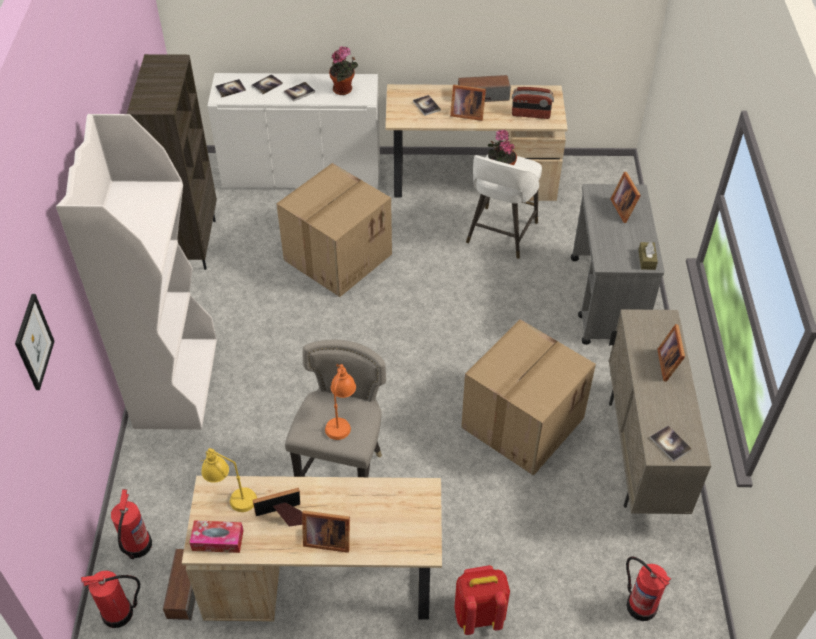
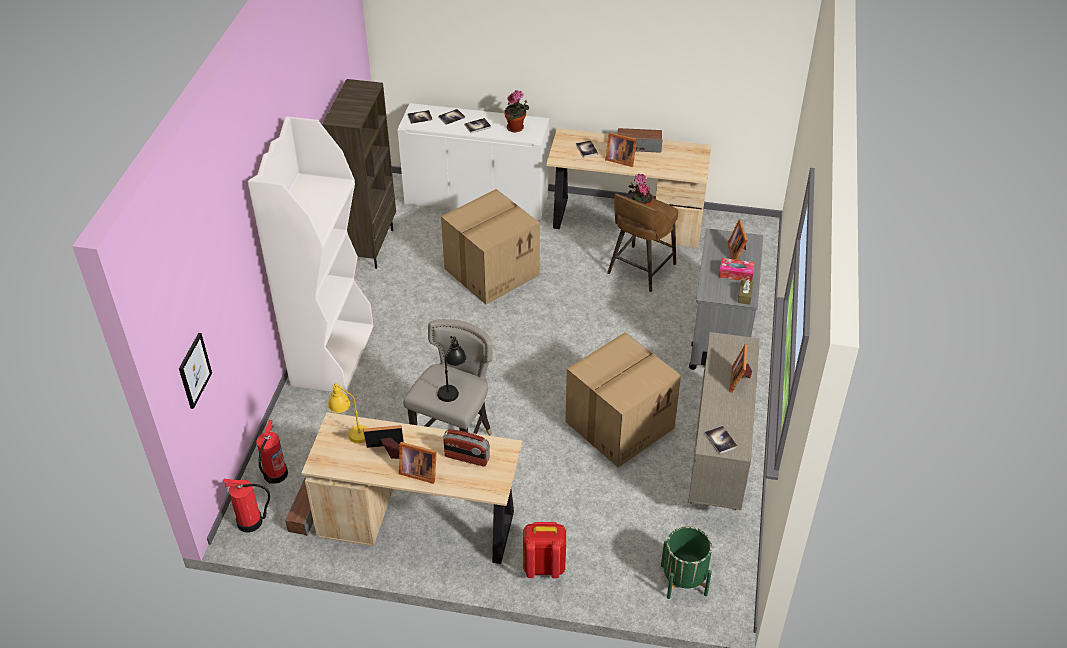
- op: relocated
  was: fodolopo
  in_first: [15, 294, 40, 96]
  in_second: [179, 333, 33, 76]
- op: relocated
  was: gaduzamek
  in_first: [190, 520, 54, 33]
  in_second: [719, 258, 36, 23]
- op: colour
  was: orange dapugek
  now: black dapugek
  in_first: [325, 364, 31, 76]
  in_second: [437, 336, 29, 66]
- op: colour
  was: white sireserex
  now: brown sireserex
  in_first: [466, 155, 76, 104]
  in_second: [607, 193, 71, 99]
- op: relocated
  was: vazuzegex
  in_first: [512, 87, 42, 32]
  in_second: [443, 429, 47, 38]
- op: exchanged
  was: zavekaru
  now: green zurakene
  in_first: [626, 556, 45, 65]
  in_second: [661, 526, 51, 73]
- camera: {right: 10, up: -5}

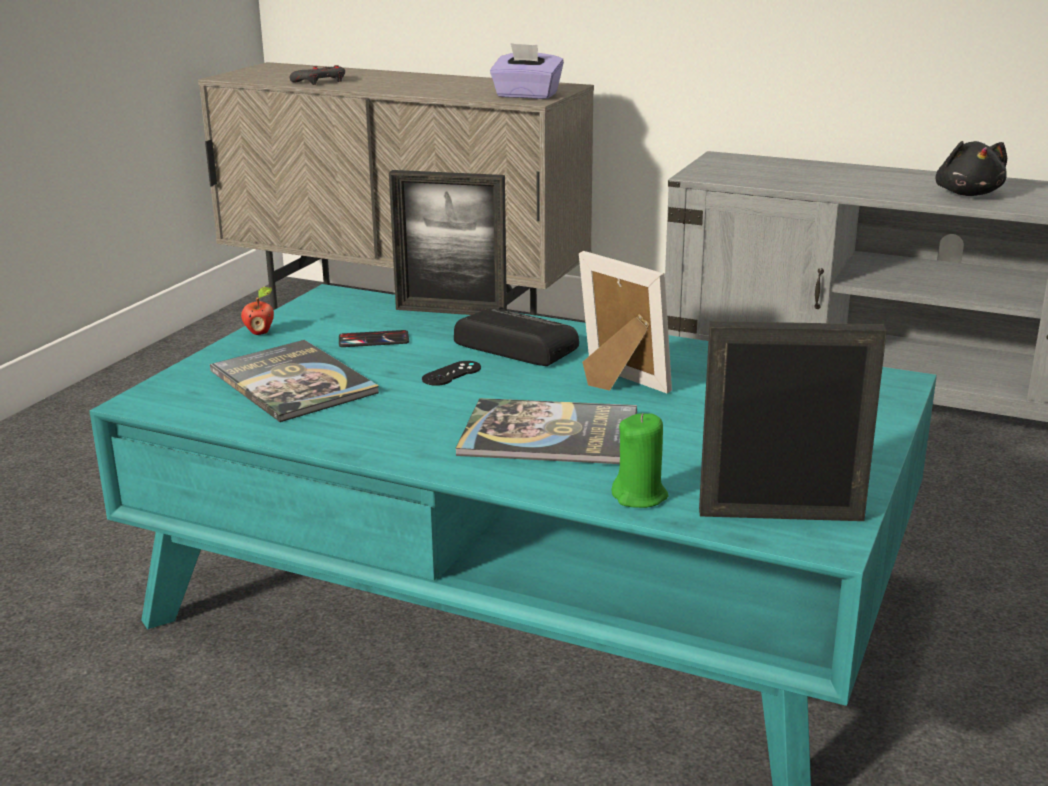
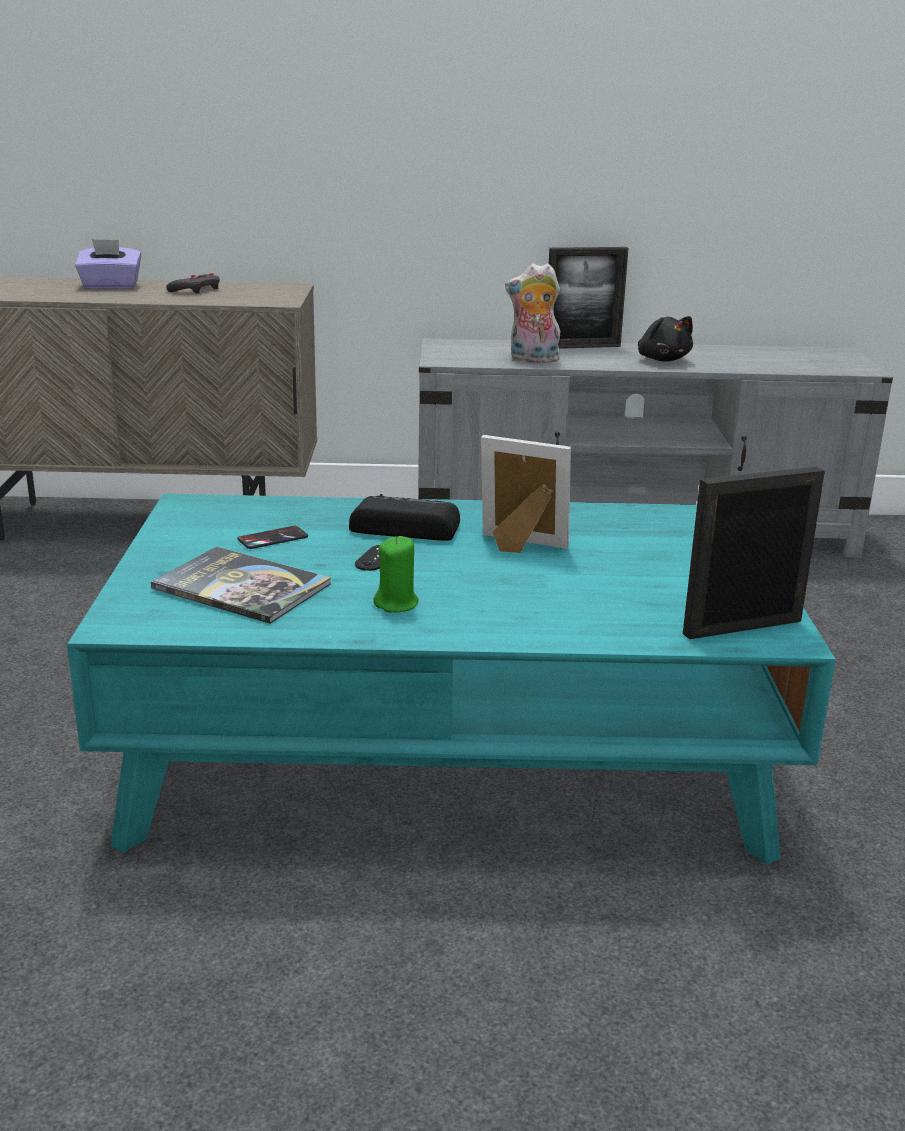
- op: missing
  was: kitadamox
  in_first: [241, 287, 33, 48]
- op: relocated
  was: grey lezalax
  in_first: [290, 65, 55, 20]
  in_second: [166, 273, 54, 21]
- op: relocated
  was: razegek
  in_first: [389, 170, 118, 145]
  in_second: [549, 247, 79, 102]
- op: missing
  was: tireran
  in_first: [456, 398, 181, 66]
- op: relocated
  was: purple gaduzamek
  in_first: [490, 43, 74, 56]
  in_second: [75, 239, 66, 50]
- op: relocated
  was: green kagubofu
  in_first: [611, 413, 58, 95]
  in_second: [373, 536, 46, 77]
- op: appeared
  now: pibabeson
  in_second: [505, 263, 55, 100]
- camera: {right: -25, up: 0}

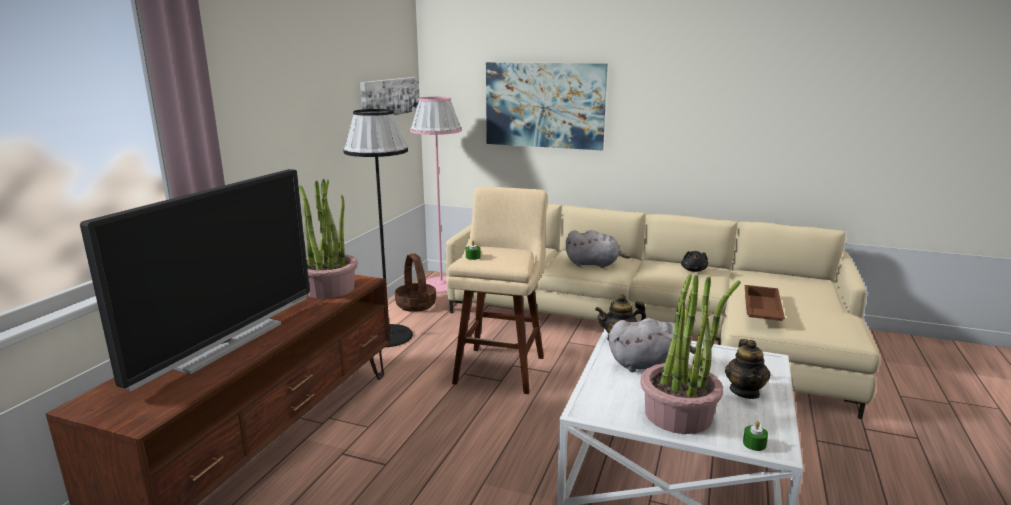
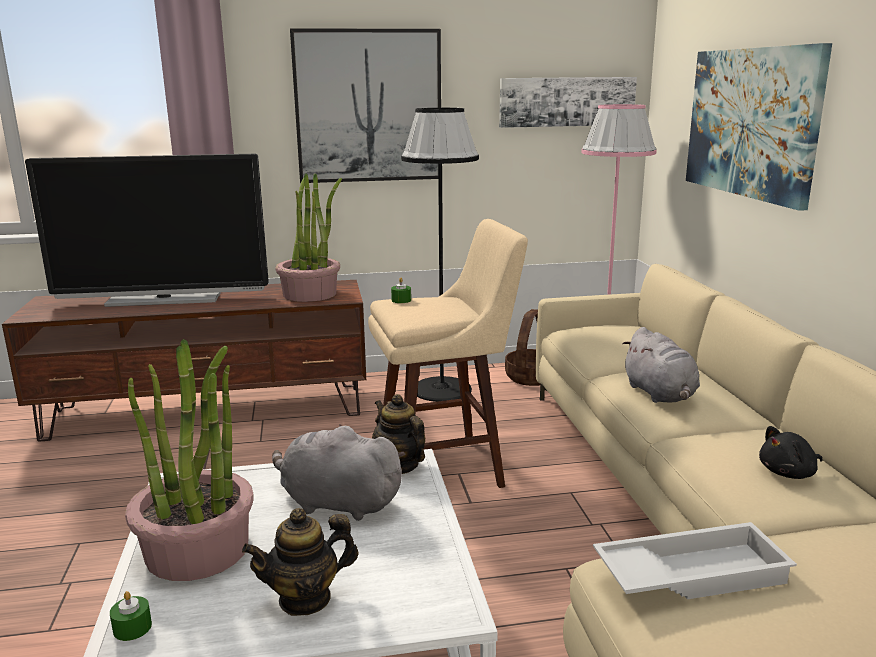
- op: spun
  was: grey pibabeson
  in_first: [609, 318, 93, 54]
  in_second: [272, 425, 133, 96]
  clockwise: 135
- op: colour
  was: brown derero
  now: white derero
  in_first: [745, 285, 40, 36]
  in_second: [593, 522, 204, 77]
- op: appeared
  now: fodolopo
  in_second: [290, 29, 151, 154]
- camera: {right: 60, up: 0}

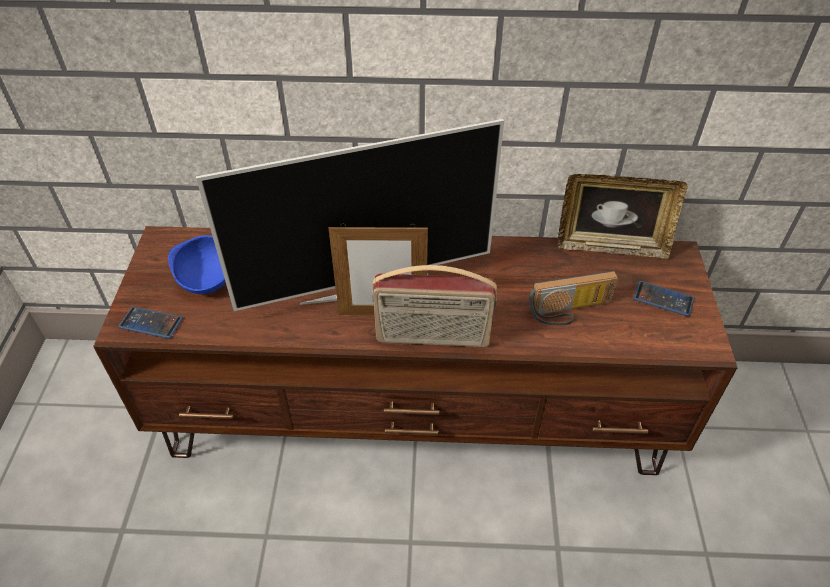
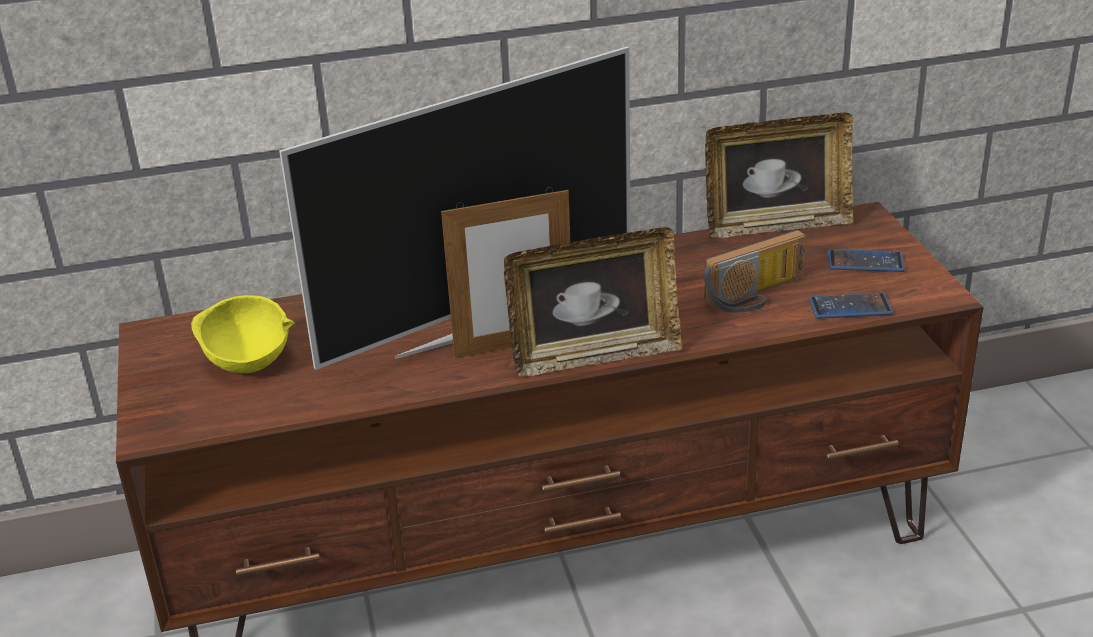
- op: relocated
  was: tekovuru
  in_first: [118, 307, 65, 32]
  in_second: [809, 293, 84, 26]
- op: colour
  was: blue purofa
  now: yellow purofa
  in_first: [168, 235, 58, 59]
  in_second: [191, 295, 104, 78]
- op: exchanged
  was: vazuzegex
  now: razegek
  in_first: [372, 265, 125, 82]
  in_second: [504, 227, 178, 150]
- camera: {right: -15, up: -15}

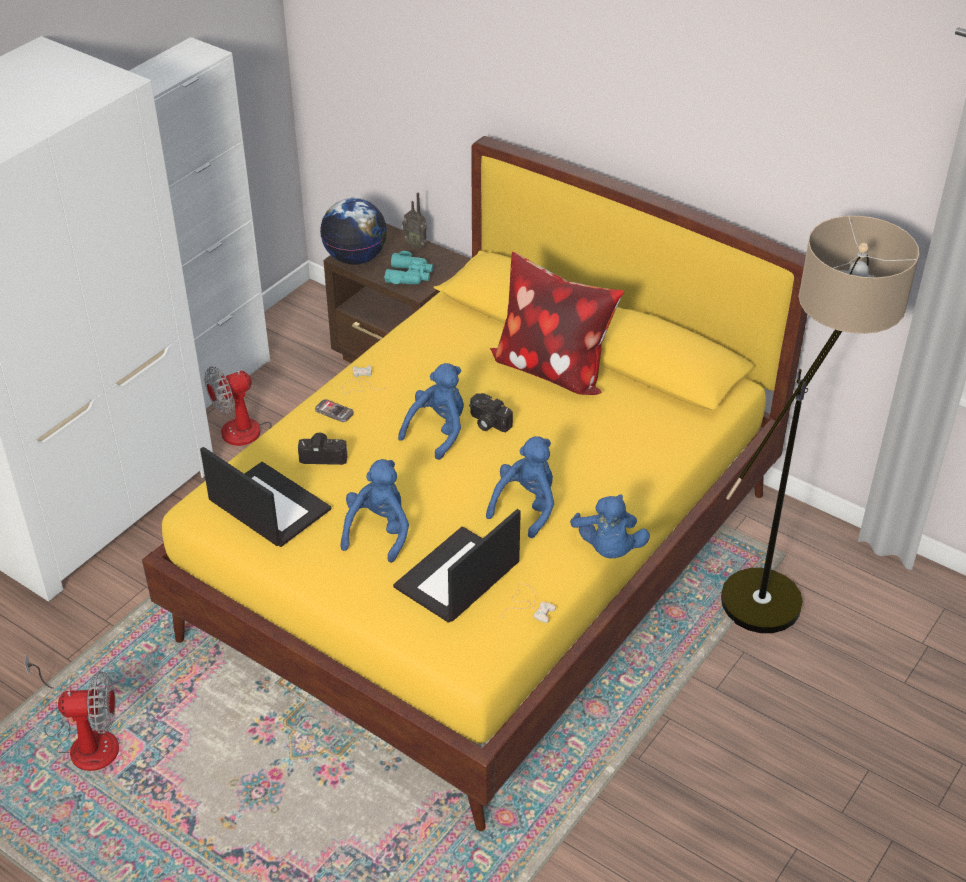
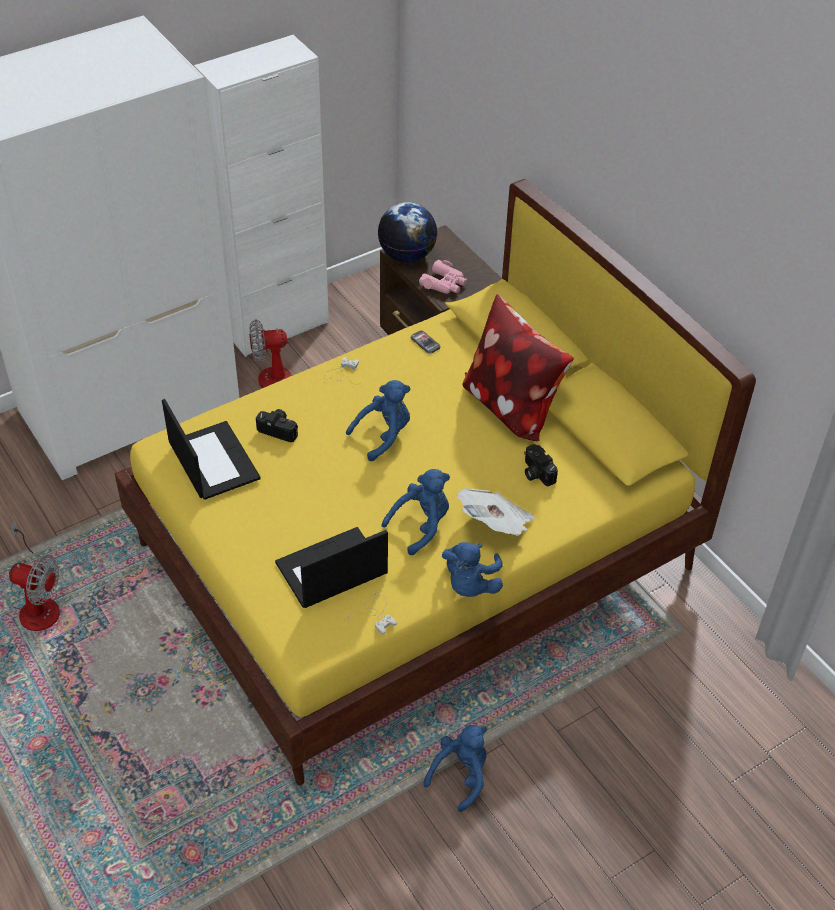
- op: relocated
  was: tekovuru
  in_first: [315, 399, 39, 23]
  in_second: [411, 331, 30, 23]
- op: relocated
  was: blue pibabeson
  in_first: [341, 459, 68, 104]
  in_second: [423, 725, 64, 87]
- op: colour
  was: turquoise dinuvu
  now: pink dinuvu
  in_first: [384, 251, 49, 33]
  in_second: [419, 260, 48, 34]
- op: missing
  was: vazuzegex
  in_first: [402, 193, 25, 56]
- op: relocated
  was: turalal
  in_first: [469, 393, 44, 39]
  in_second: [524, 444, 34, 42]
- op: missing
  was: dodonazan
  in_first: [721, 216, 198, 417]
- op: appeared
  now: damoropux
  in_second: [458, 488, 77, 48]
- camera: {right: 20, up: 5}

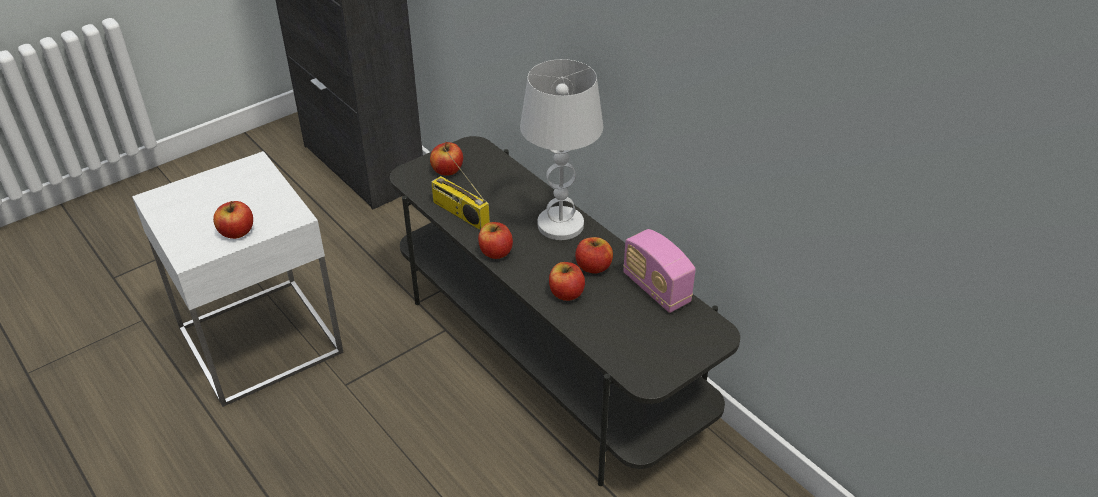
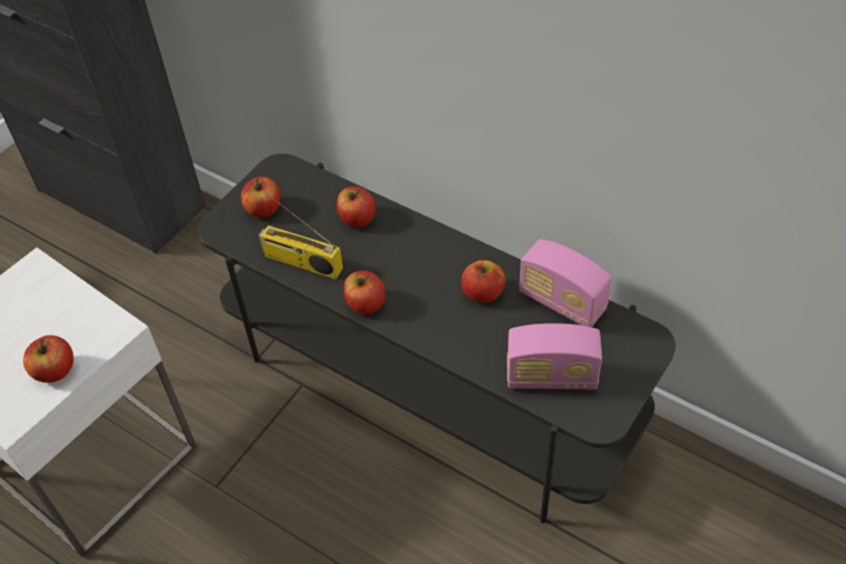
- op: missing
  was: white dapugek
  in_first: [520, 59, 83, 181]
- op: relocated
  was: kitadamox
  in_first: [549, 262, 36, 39]
  in_second: [337, 186, 39, 41]
- op: appeared
  now: vazuzegex
  in_second: [507, 323, 95, 66]
- camera: {right: -15, up: 10}

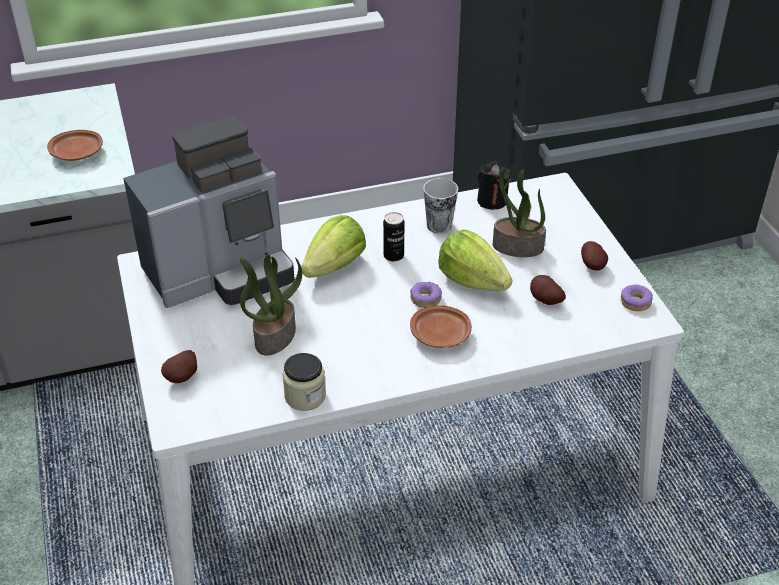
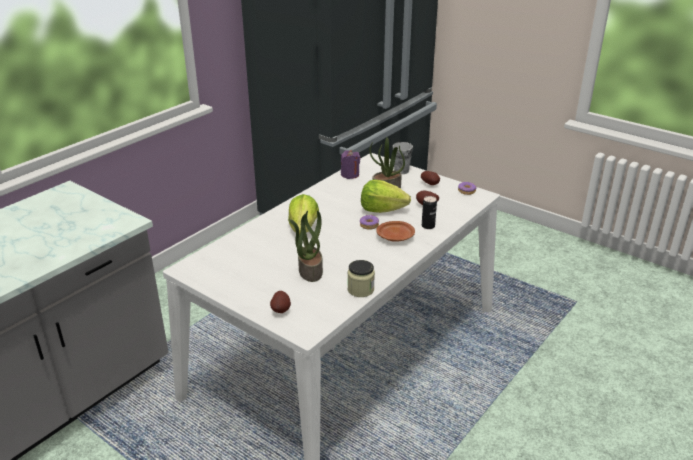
- op: missing
  was: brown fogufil
  in_first: [47, 130, 56, 31]
- op: missing
  was: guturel
  in_first: [123, 116, 171, 192]
- op: relocated
  was: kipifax
  in_first: [383, 212, 21, 50]
  in_second: [422, 196, 15, 33]
- op: relocated
  was: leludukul
  in_first: [423, 178, 35, 56]
  in_second: [393, 142, 20, 32]
- op: colour
  was: black kagubofu
  now: purple kagubofu
  in_first: [477, 161, 34, 49]
  in_second: [341, 150, 20, 29]
- camera: {right: -35, up: -10}

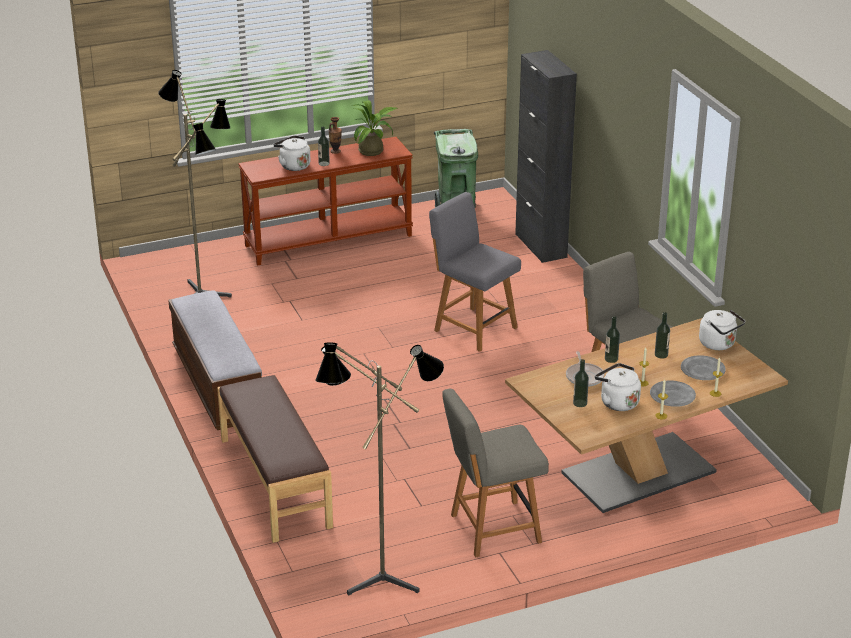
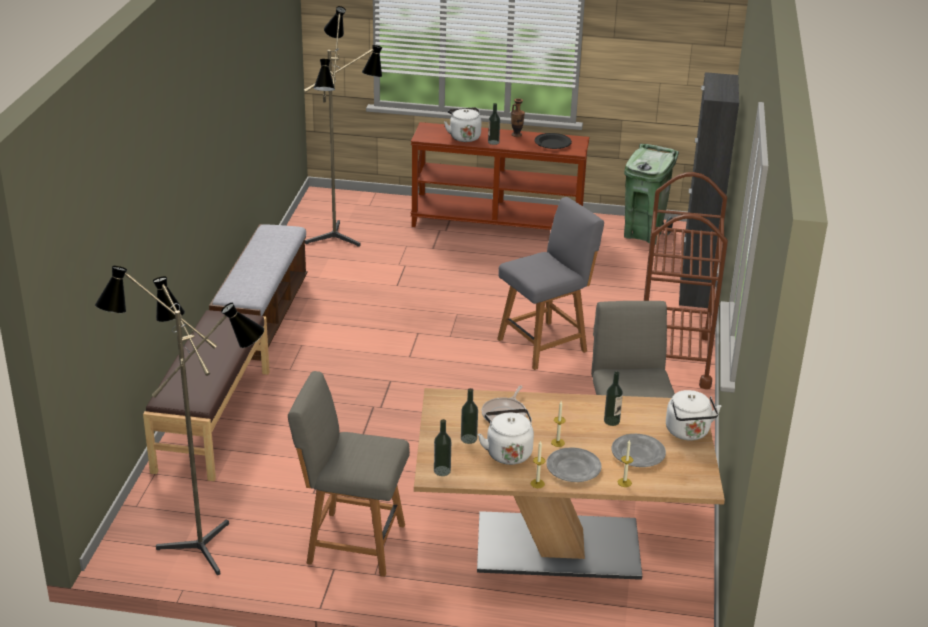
- op: exchanged
  was: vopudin
  now: black fogufil
  in_first: [353, 100, 44, 56]
  in_second: [534, 133, 38, 16]
- op: spun
  was: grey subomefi
  in_first: [429, 192, 92, 160]
  in_second: [497, 197, 107, 173]
  clockwise: 75
- op: relocated
  was: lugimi
  in_first: [605, 316, 15, 47]
  in_second: [434, 419, 17, 57]
- op: appeared
  now: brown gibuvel
  in_second: [644, 172, 84, 217]
- camera: {right: 30, up: 0}

